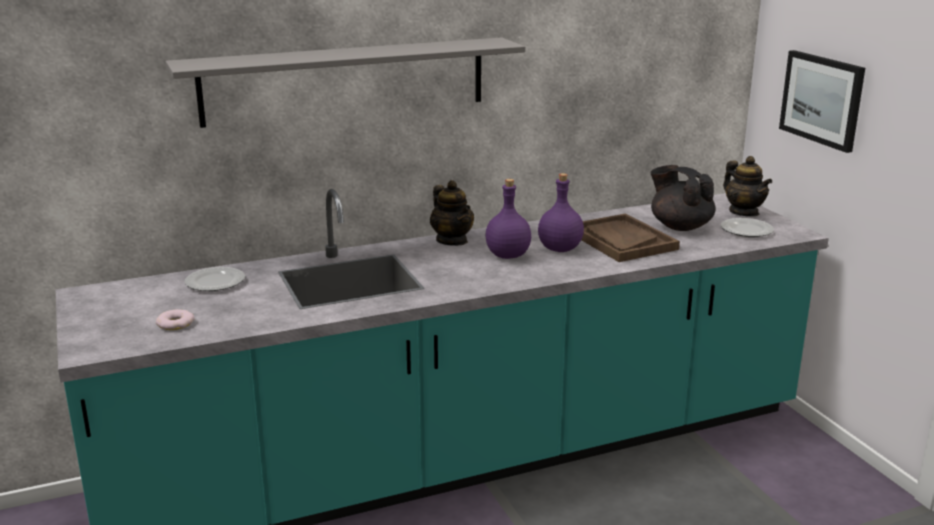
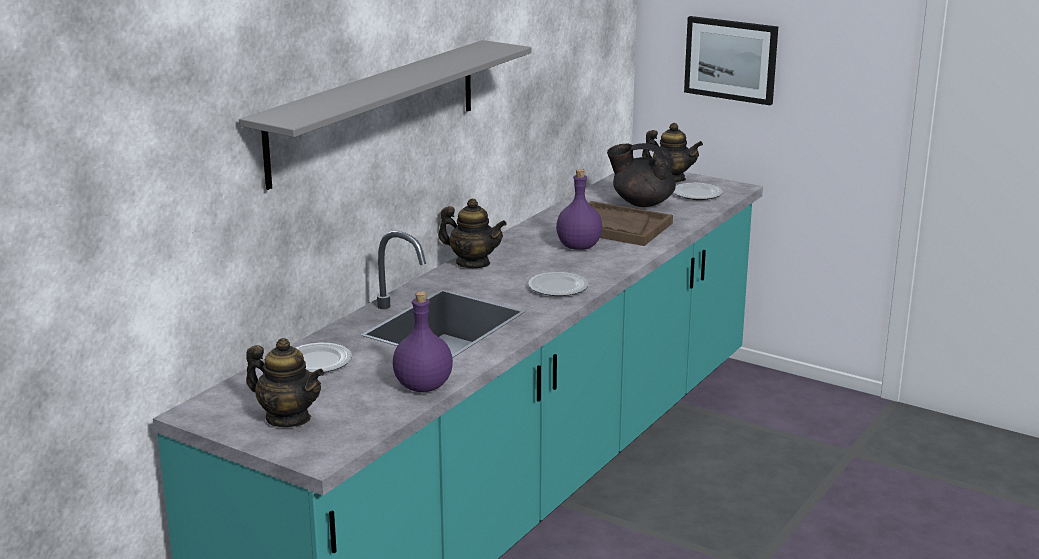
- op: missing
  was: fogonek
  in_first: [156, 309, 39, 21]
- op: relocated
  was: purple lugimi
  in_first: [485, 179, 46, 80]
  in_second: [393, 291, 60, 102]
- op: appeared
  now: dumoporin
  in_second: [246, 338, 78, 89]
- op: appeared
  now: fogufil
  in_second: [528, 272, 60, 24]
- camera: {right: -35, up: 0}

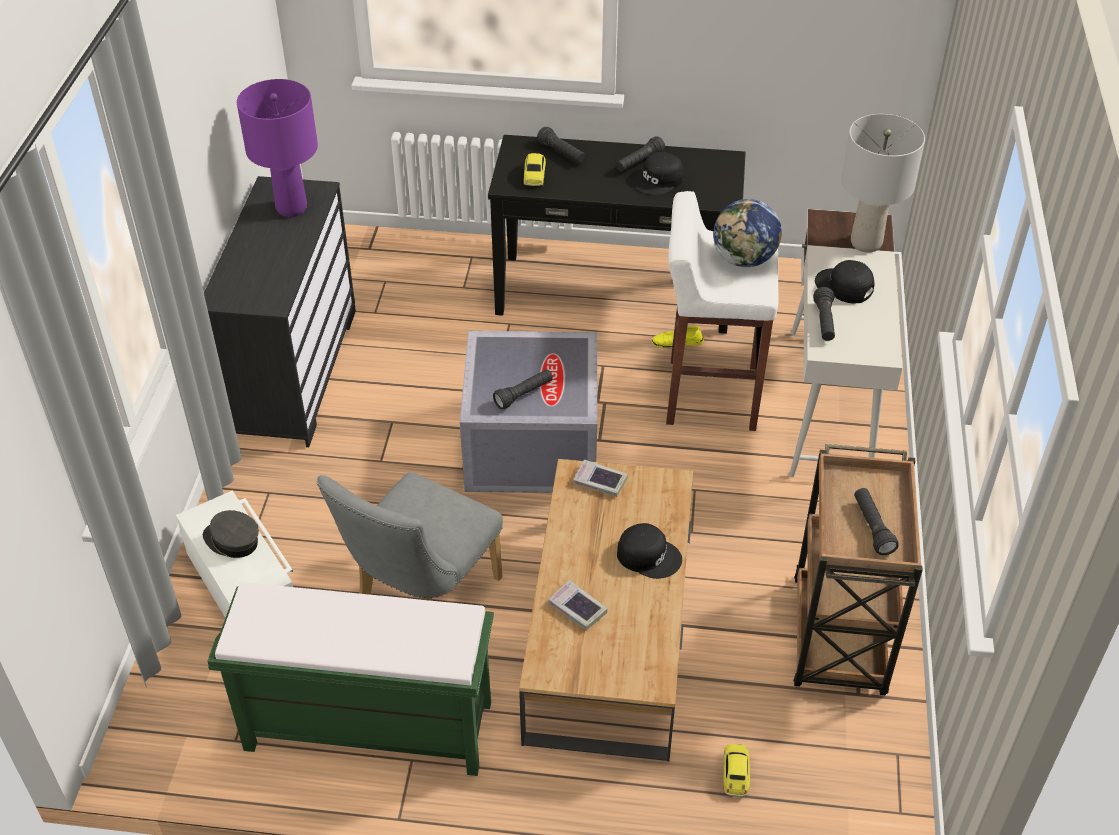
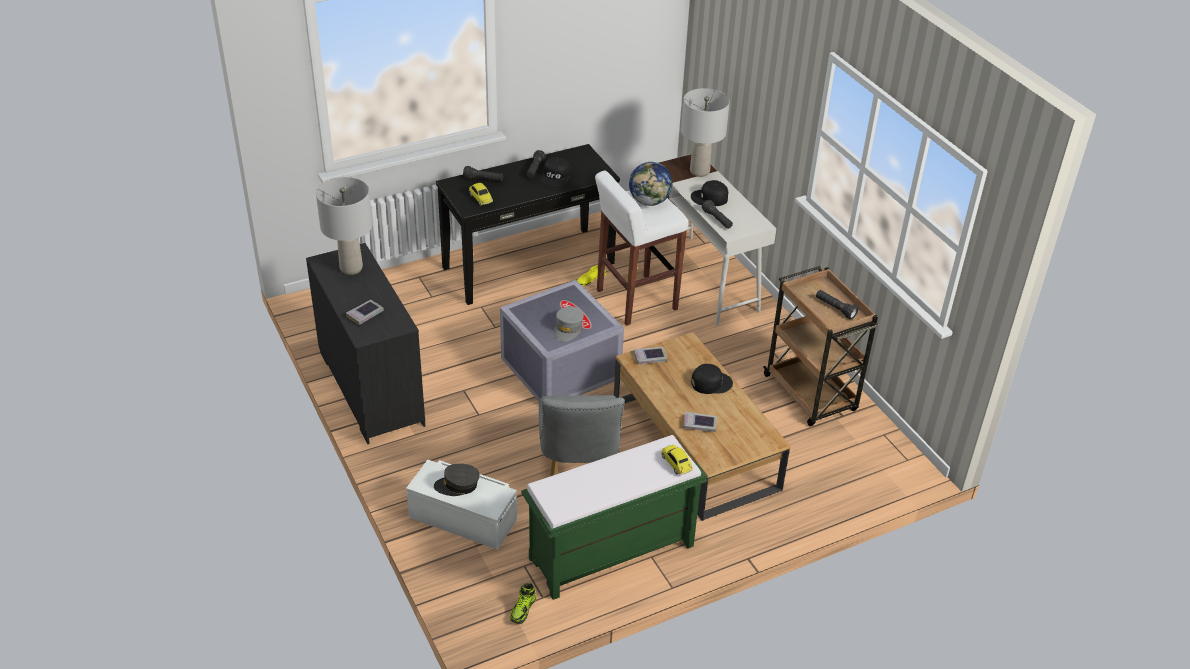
- op: colour
  was: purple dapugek
  now: grey dapugek
  in_first: [237, 79, 81, 138]
  in_second: [316, 177, 57, 98]
- op: exchanged
  was: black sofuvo
  now: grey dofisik
  in_first: [493, 369, 60, 40]
  in_second: [554, 306, 30, 36]
- op: relocated
  was: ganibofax
  in_first: [723, 744, 27, 53]
  in_second: [661, 445, 32, 30]
- op: appeared
  now: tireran
  in_second: [346, 300, 38, 25]
- op: appeared
  now: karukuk
  in_second: [510, 583, 26, 41]
- camera: {right: -35, up: -5}

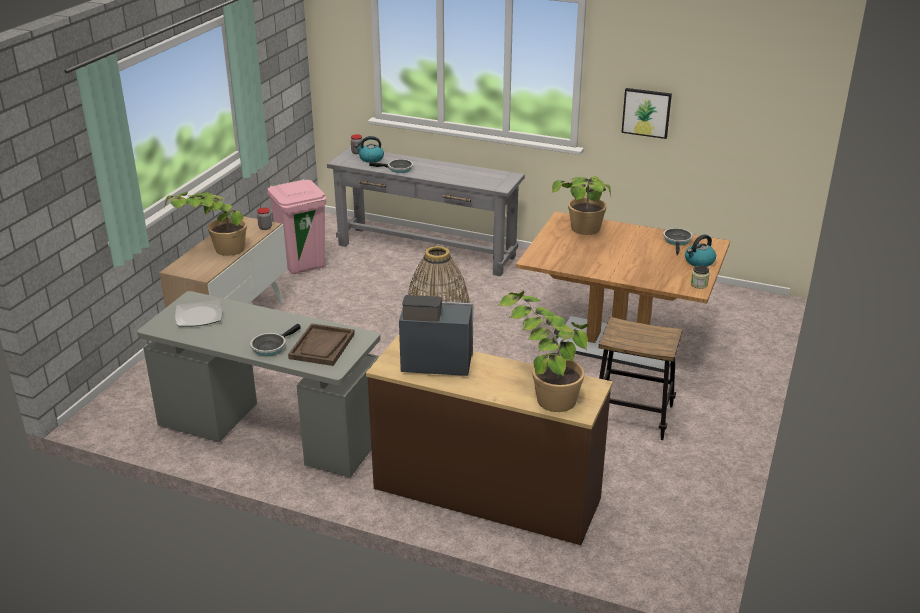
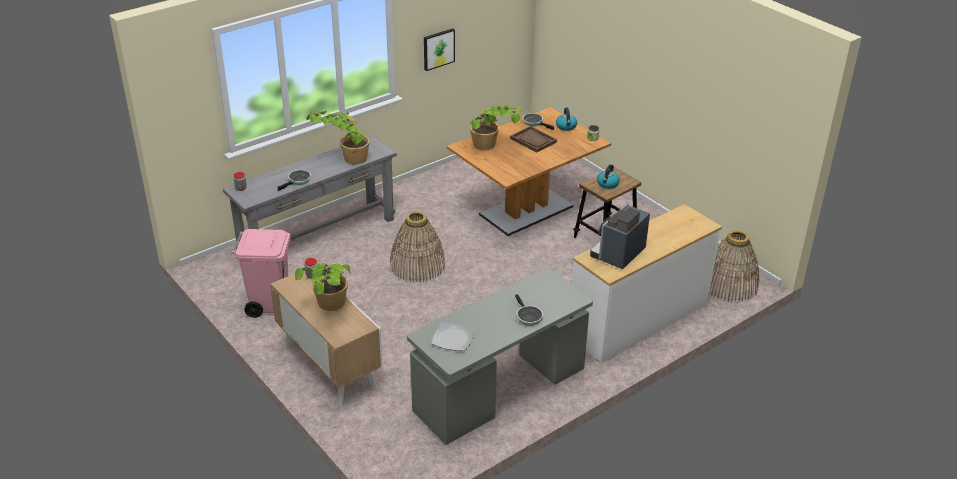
- op: relocated
  was: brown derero
  in_first: [288, 323, 67, 43]
  in_second: [510, 126, 47, 26]
- op: relocated
  was: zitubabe
  in_first: [355, 136, 29, 27]
  in_second: [597, 164, 23, 25]
- op: colour
  was: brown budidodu
  now: white budidodu
  in_first: [366, 335, 247, 210]
  in_second: [572, 204, 150, 159]
- op: relocated
  was: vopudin
  in_first: [498, 291, 90, 121]
  in_second: [306, 111, 64, 53]
- op: appeared
  now: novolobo
  in_second: [709, 230, 50, 73]
- camera: {right: -60, up: 5}

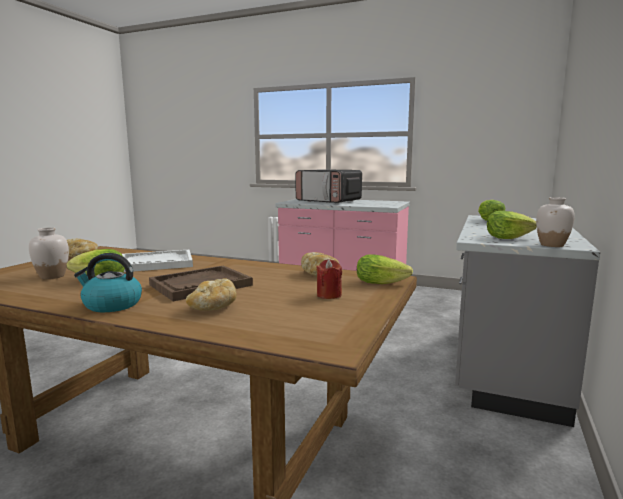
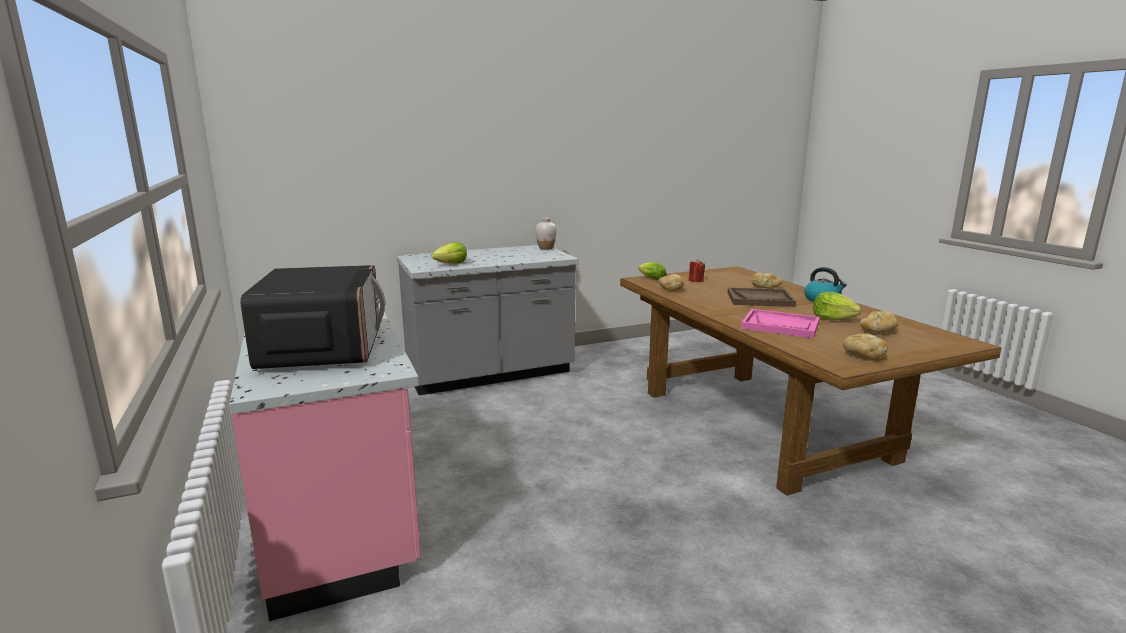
- op: exchanged
  was: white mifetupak
  now: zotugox
  in_first: [29, 227, 40, 52]
  in_second: [860, 311, 38, 22]
- op: colour
  was: white derero
  now: pink derero
  in_first: [122, 250, 71, 22]
  in_second: [741, 309, 79, 29]
- op: missing
  was: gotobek
  in_first: [487, 211, 50, 28]
- camera: {right: -135, up: 5}

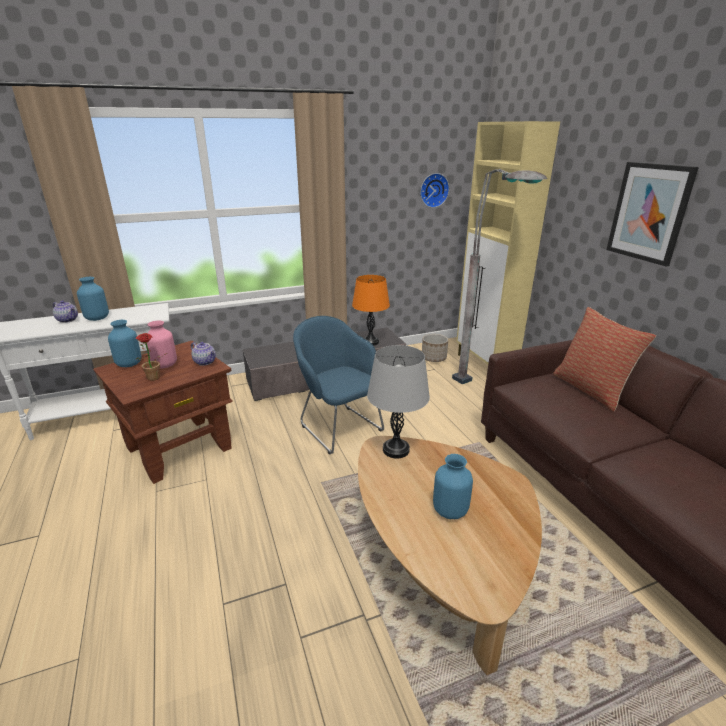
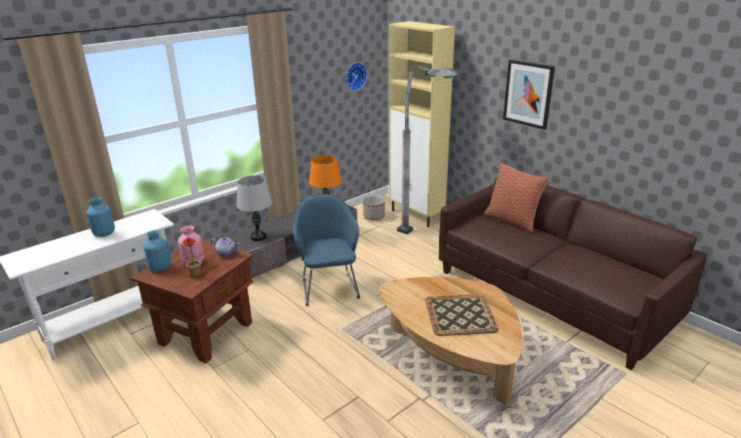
- op: missing
  was: dumoporin
  in_first: [53, 300, 25, 23]
- op: spun
  was: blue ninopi
  in_first: [293, 316, 91, 138]
  in_second: [293, 194, 67, 112]
  clockwise: 45
- op: relocated
  was: grey dapugek
  in_first: [367, 345, 63, 114]
  in_second: [236, 175, 36, 66]
- op: exchanged
  was: blue mifetupak
  now: derero
  in_first: [433, 454, 40, 65]
  in_second: [425, 294, 73, 42]
- camera: {right: -20, up: 0}

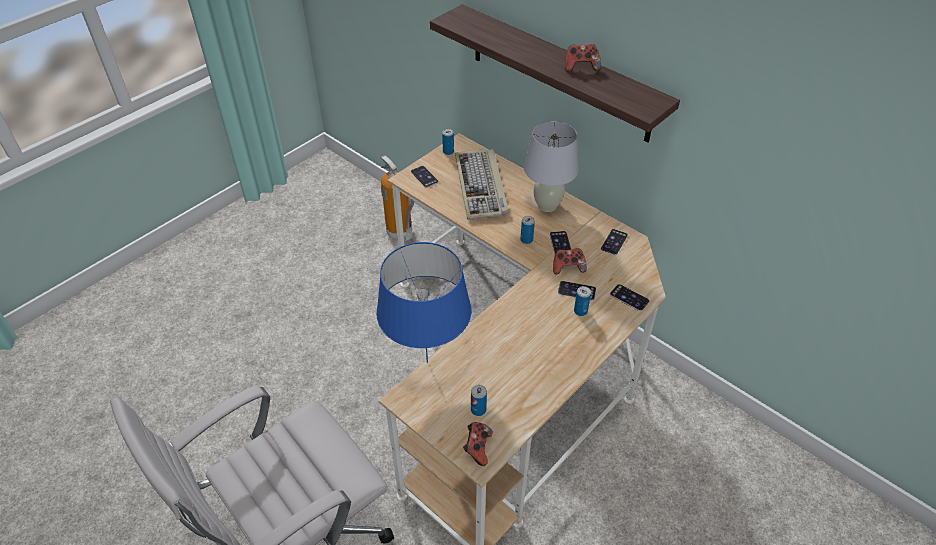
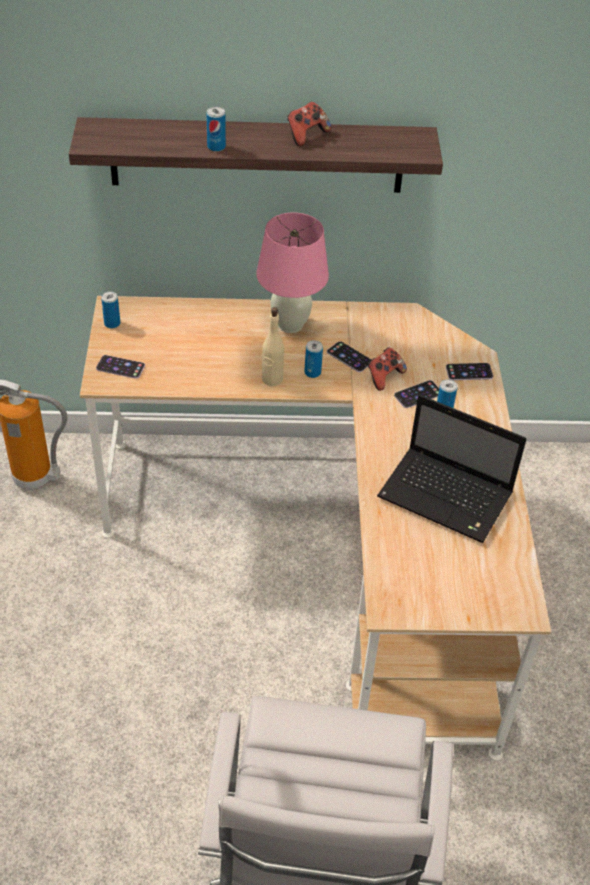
- op: missing
  was: blue dapugek
  in_first: [376, 242, 95, 121]
- op: missing
  was: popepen
  in_first: [455, 149, 54, 71]
- op: missing
  was: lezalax
  in_first: [463, 422, 30, 44]
- op: relocated
  was: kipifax
  in_first: [471, 385, 16, 31]
  in_second: [206, 107, 20, 45]
- op: colour
  was: white dapugek
  now: pink dapugek
  in_first: [524, 121, 55, 91]
  in_second: [256, 212, 73, 121]
- op: missing
  was: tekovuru
  in_first: [601, 229, 27, 26]
- op: appeared
  now: beige lugimi
  in_second: [262, 307, 22, 79]
- op: appeared
  now: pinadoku
  in_second: [377, 395, 149, 148]
- camera: {right: -45, up: 0}

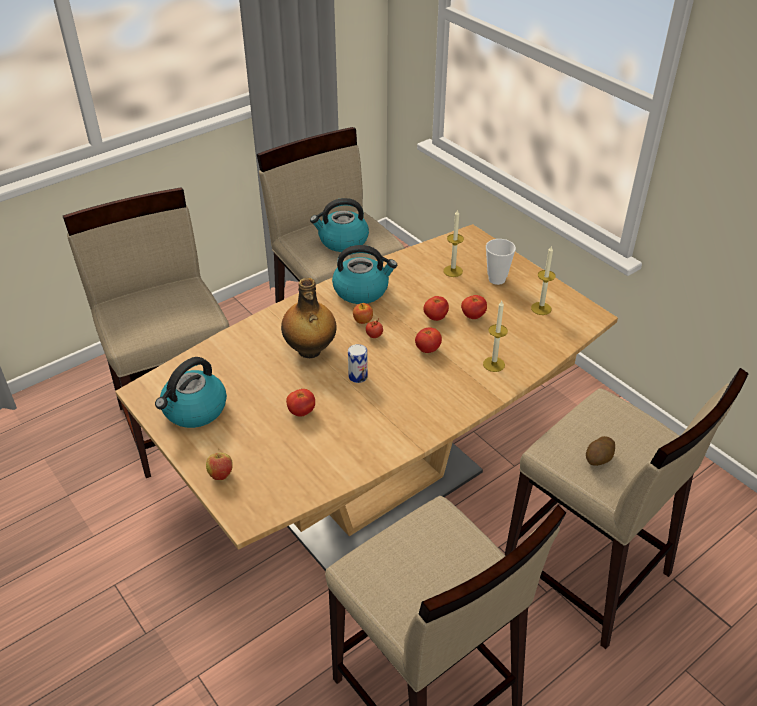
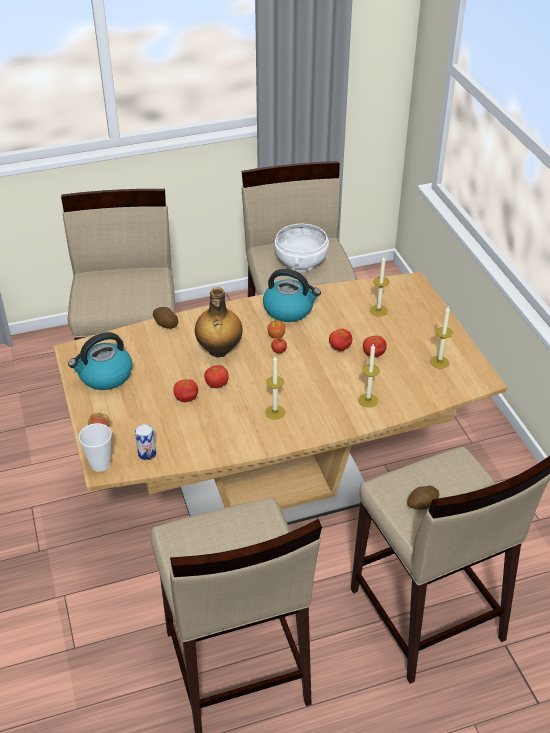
- op: exchanged
  was: zitubabe
  now: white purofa
  in_first: [310, 198, 59, 54]
  in_second: [275, 224, 54, 48]
- op: relocated
  was: kipifax
  in_first: [348, 344, 20, 39]
  in_second: [135, 424, 21, 36]
- op: relocated
  was: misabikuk
  in_first: [415, 327, 27, 26]
  in_second: [204, 365, 25, 23]
- op: relocated
  was: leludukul
  in_first: [486, 239, 30, 46]
  in_second: [78, 423, 34, 49]
- op: appeared
  now: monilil
  in_second: [153, 307, 25, 22]
- op: appeared
  now: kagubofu
  in_second: [265, 356, 20, 64]
- camera: {right: 20, up: 0}

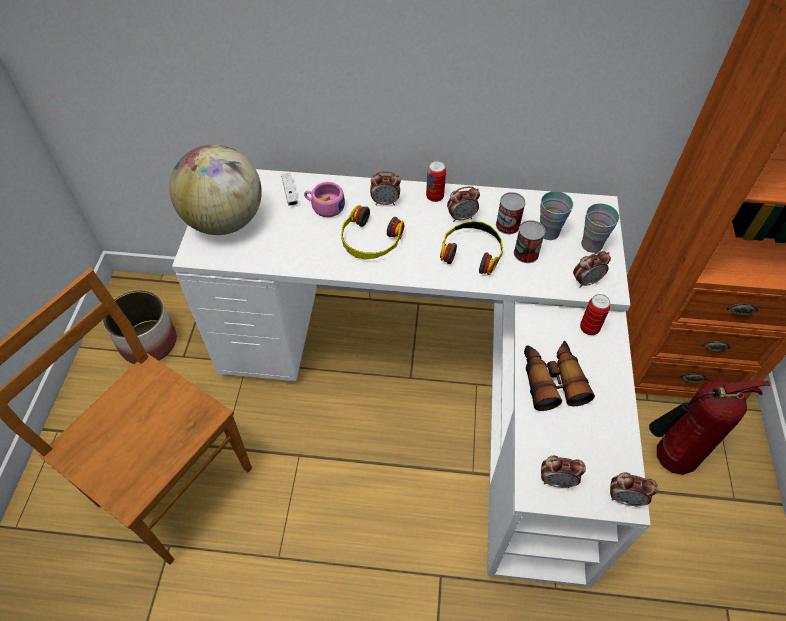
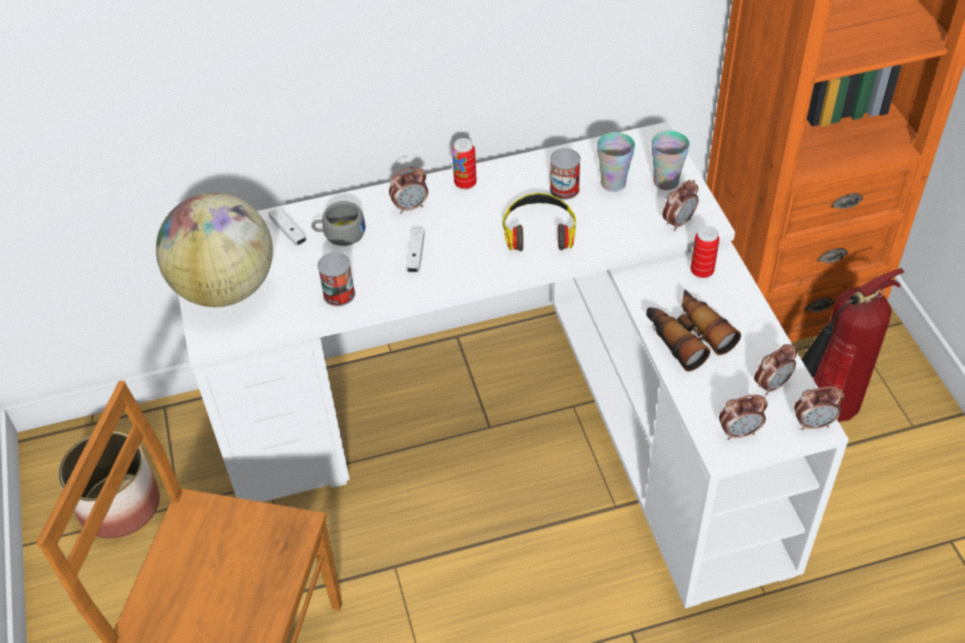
- op: colour
  was: pink leludukul
  now: grey leludukul
  in_first: [304, 182, 41, 35]
  in_second: [311, 201, 55, 45]
- op: exchanged
  was: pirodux
  now: white lezalax
  in_first: [341, 205, 63, 55]
  in_second: [406, 229, 19, 44]
- op: relocated
  was: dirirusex
  in_first: [447, 186, 33, 36]
  in_second: [754, 344, 43, 51]
- op: relocated
  was: kipifax
  in_first: [514, 220, 31, 43]
  in_second: [317, 252, 38, 54]
- camera: {right: -20, up: -5}

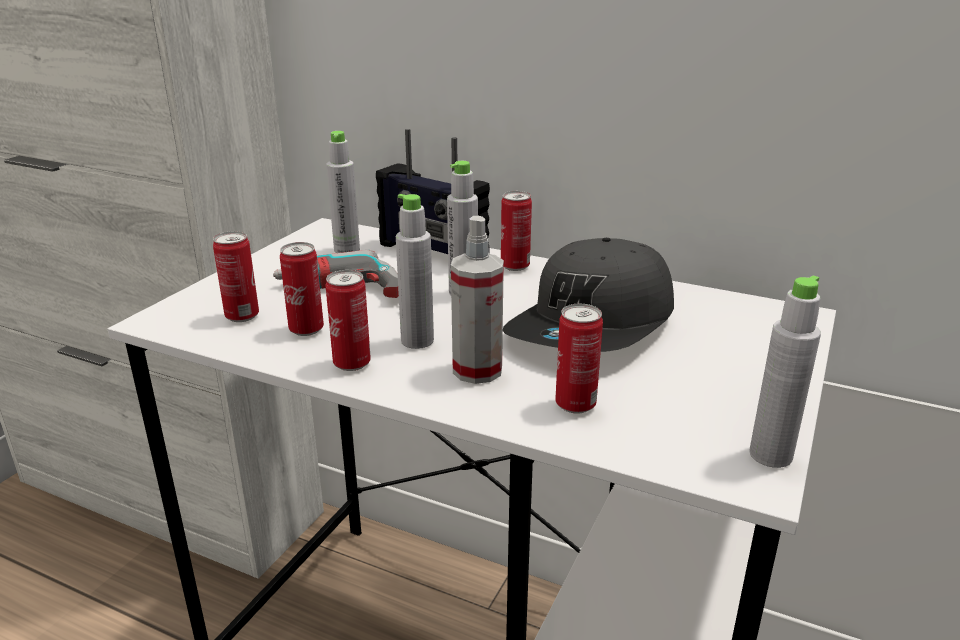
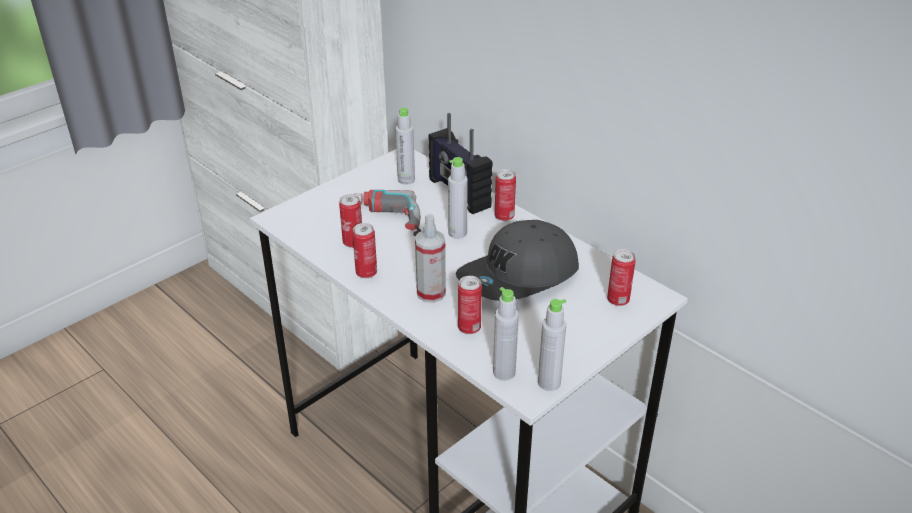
- op: relocated
  was: kipifax
  in_first: [213, 231, 46, 91]
  in_second: [607, 249, 29, 57]
- op: relocated
  was: grey lugimi
  in_first: [396, 194, 38, 155]
  in_second: [493, 287, 26, 94]
- camera: {right: 20, up: 10}

